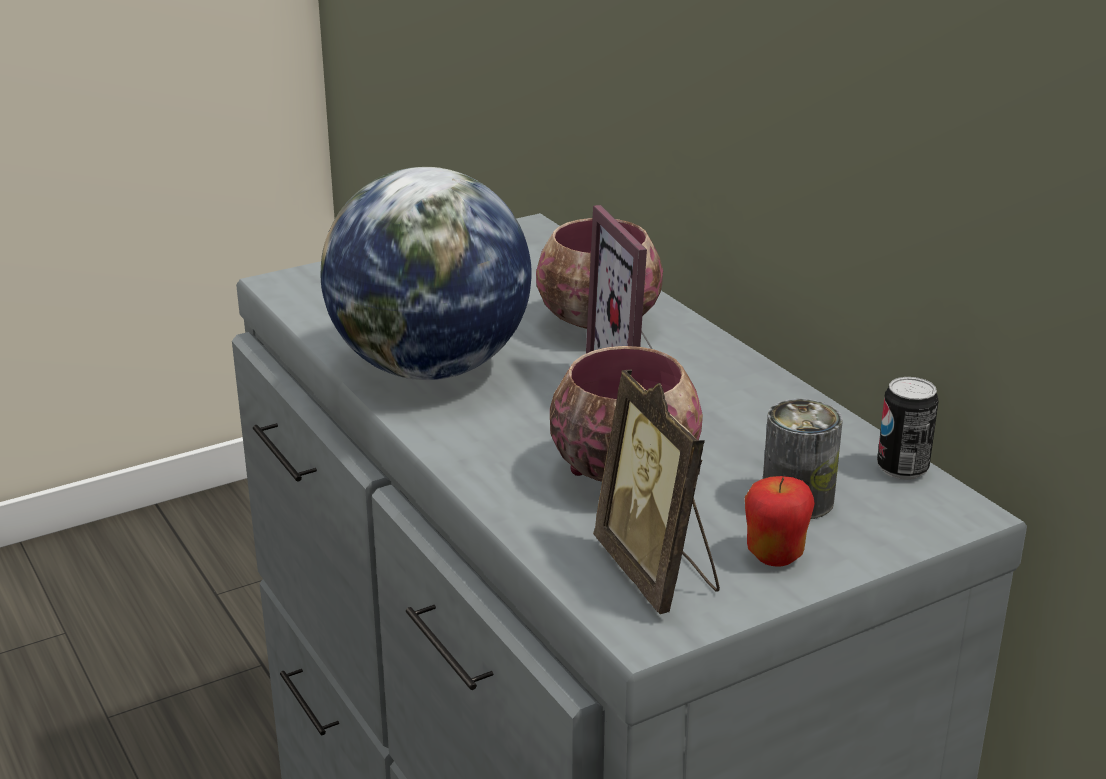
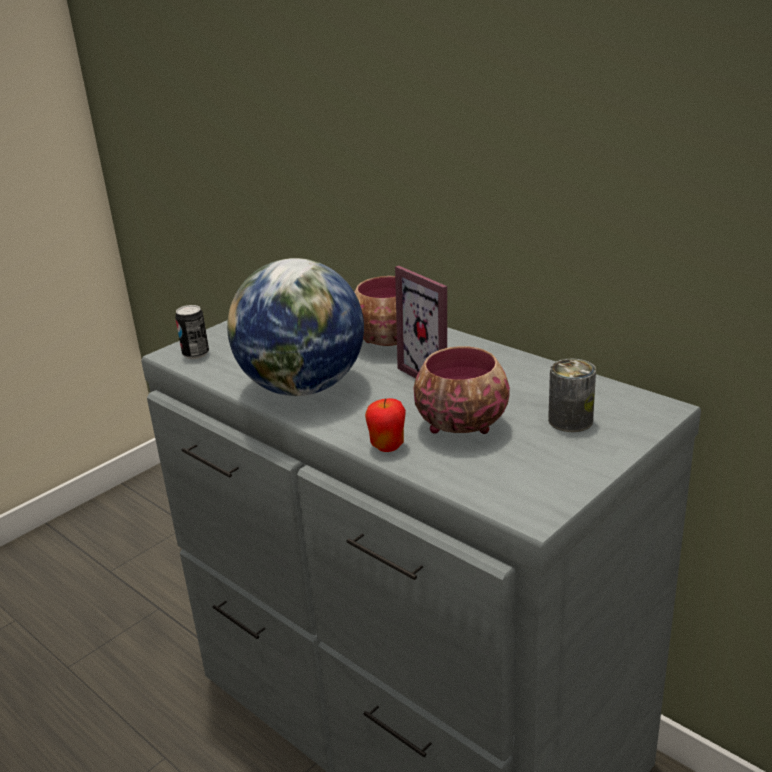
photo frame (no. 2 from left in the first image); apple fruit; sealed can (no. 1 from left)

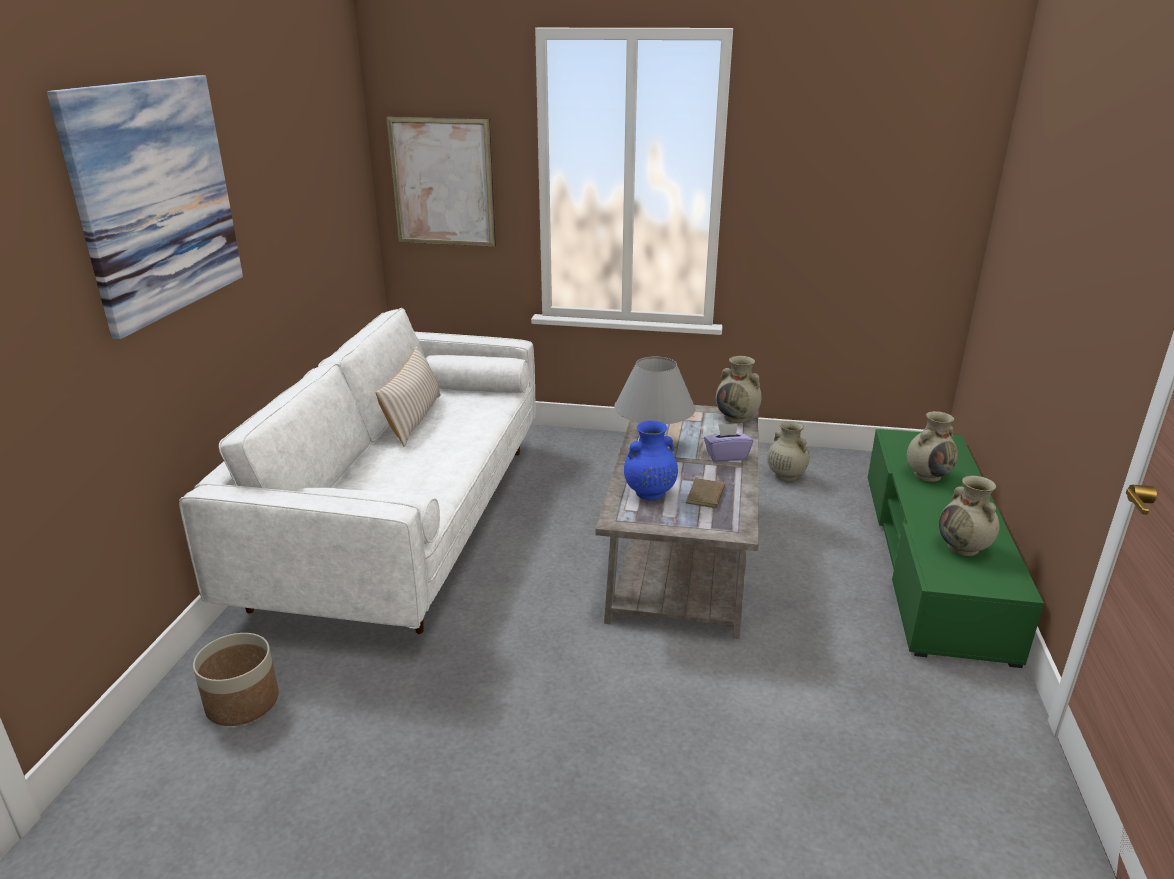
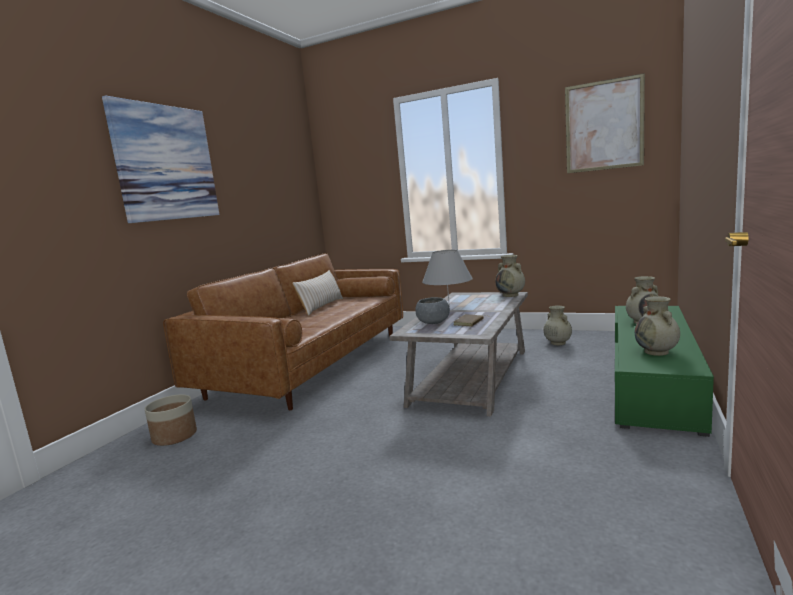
brown-coloured couch; wall picture (no. 2 from left); grey bowl; purplish tissue holder

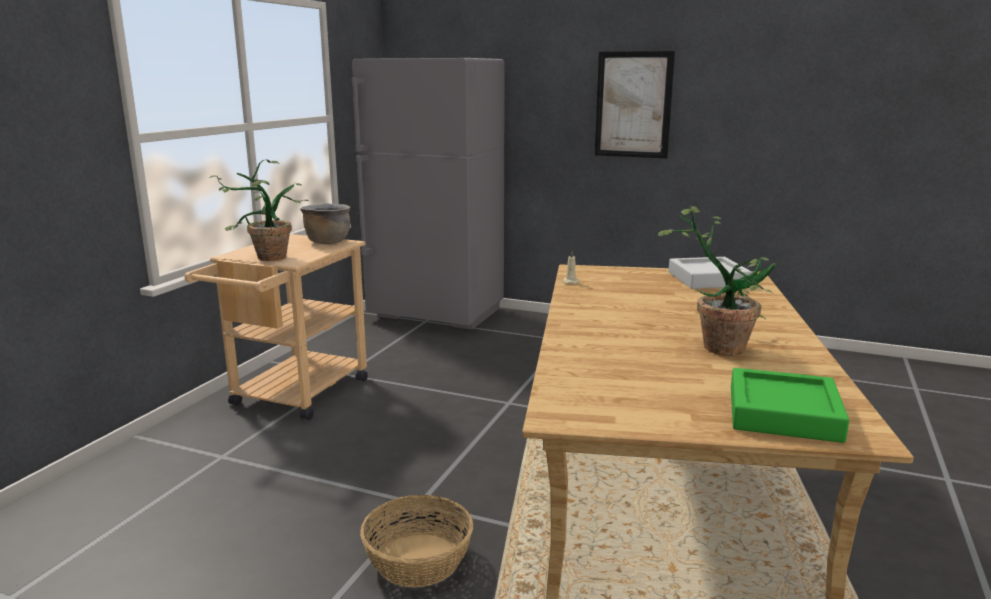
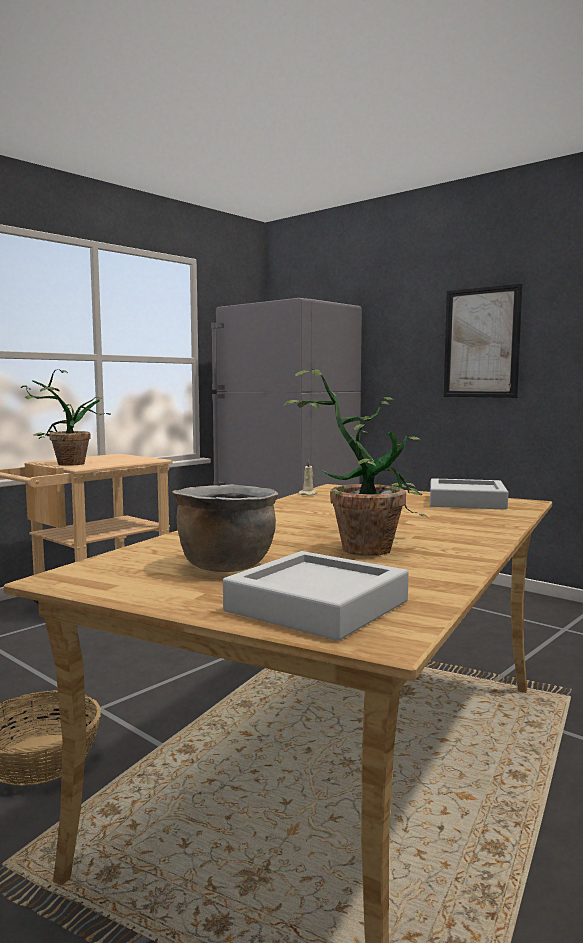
brown-coloured saucepot; grey tray (no. 1 from left)

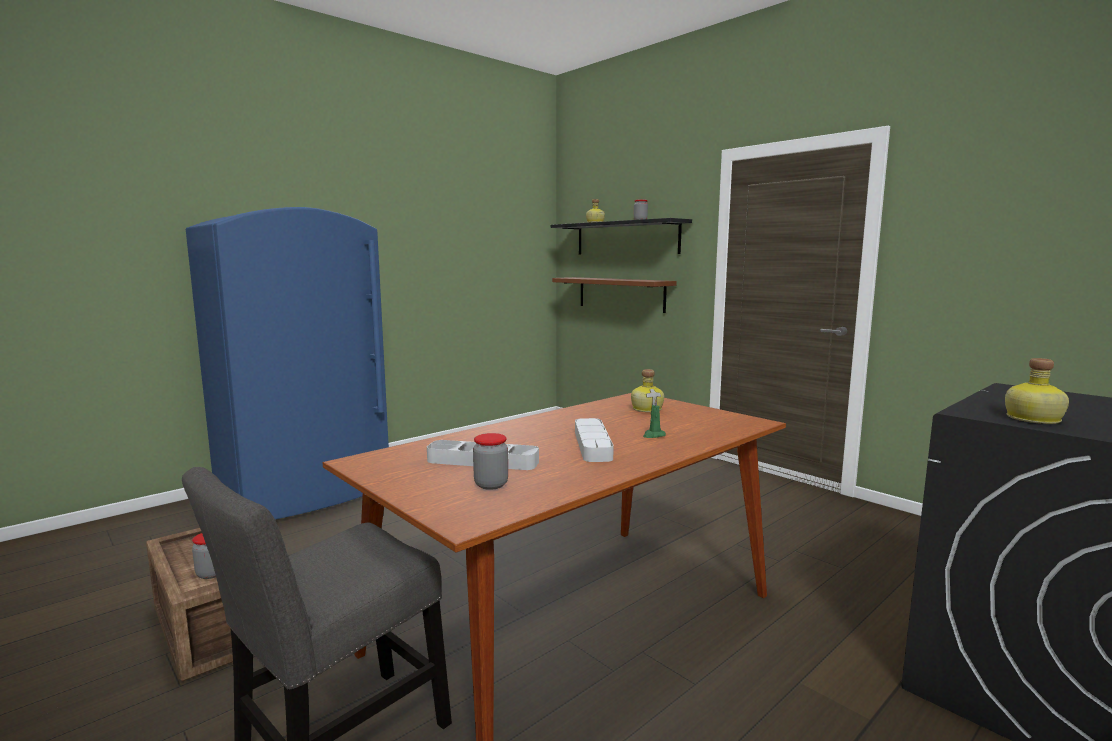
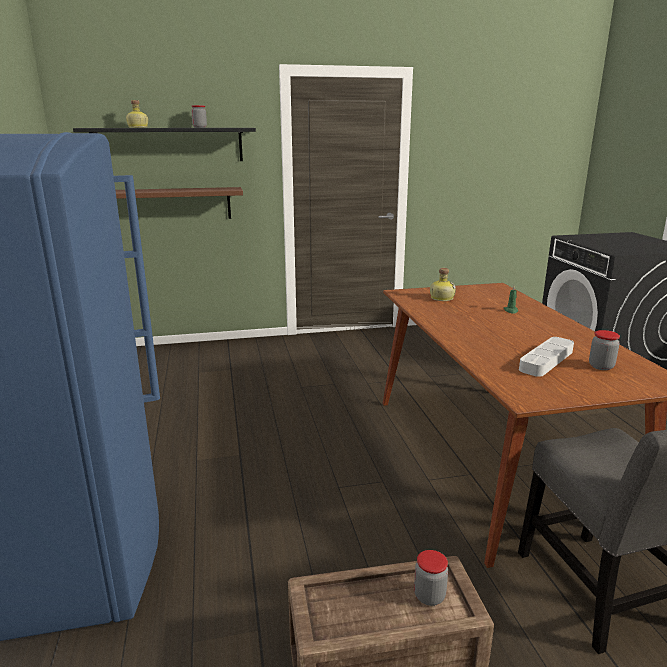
grey tray (no. 2 from left in the first image); bottle (no. 3 from left in the first image)

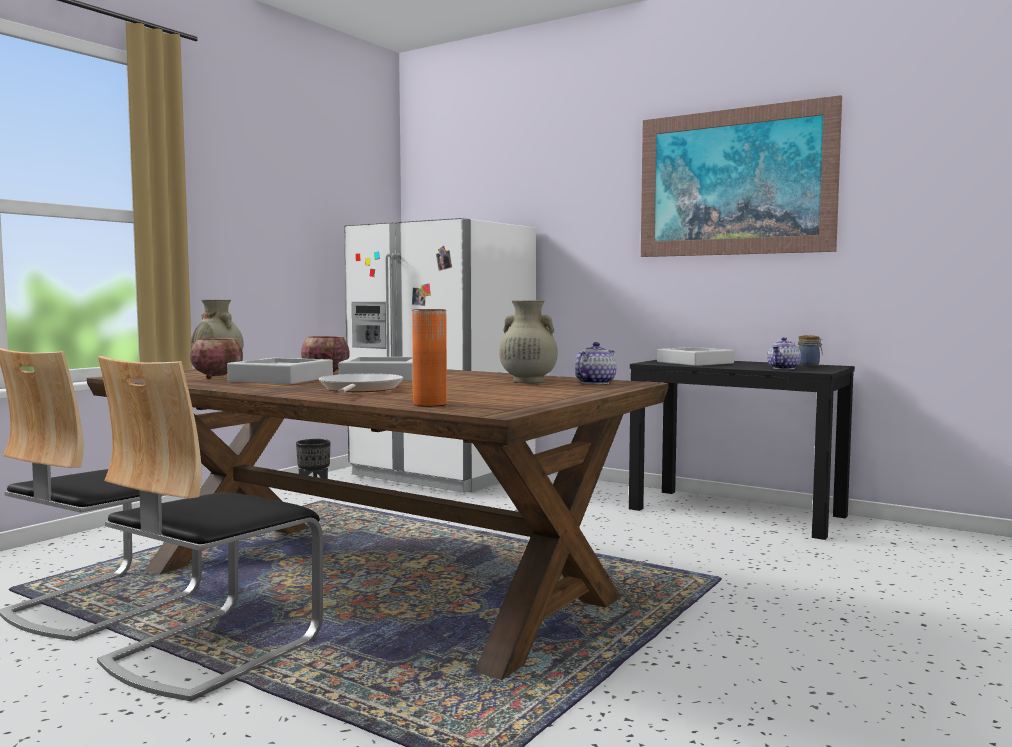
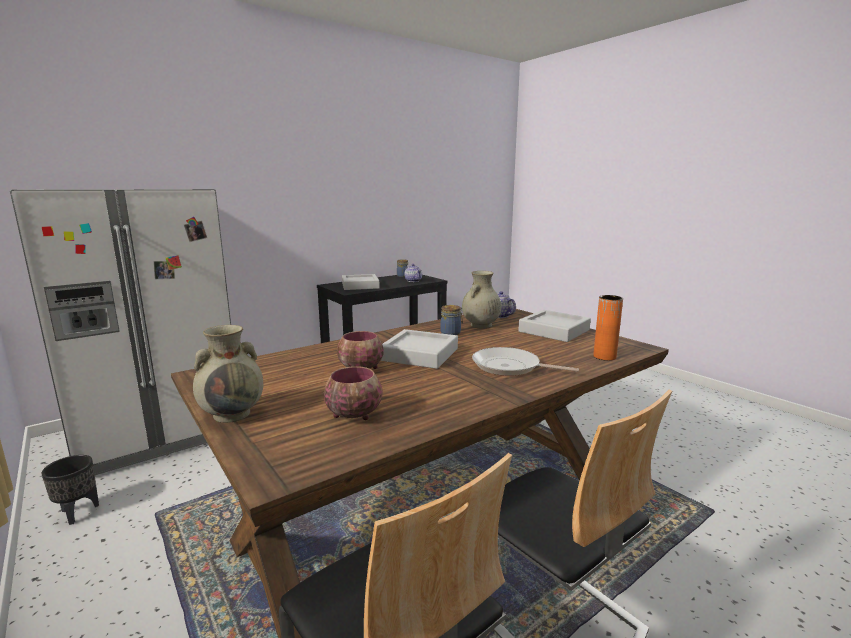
grey tray (no. 3 from left); wall picture; storage jar (no. 2 from left)

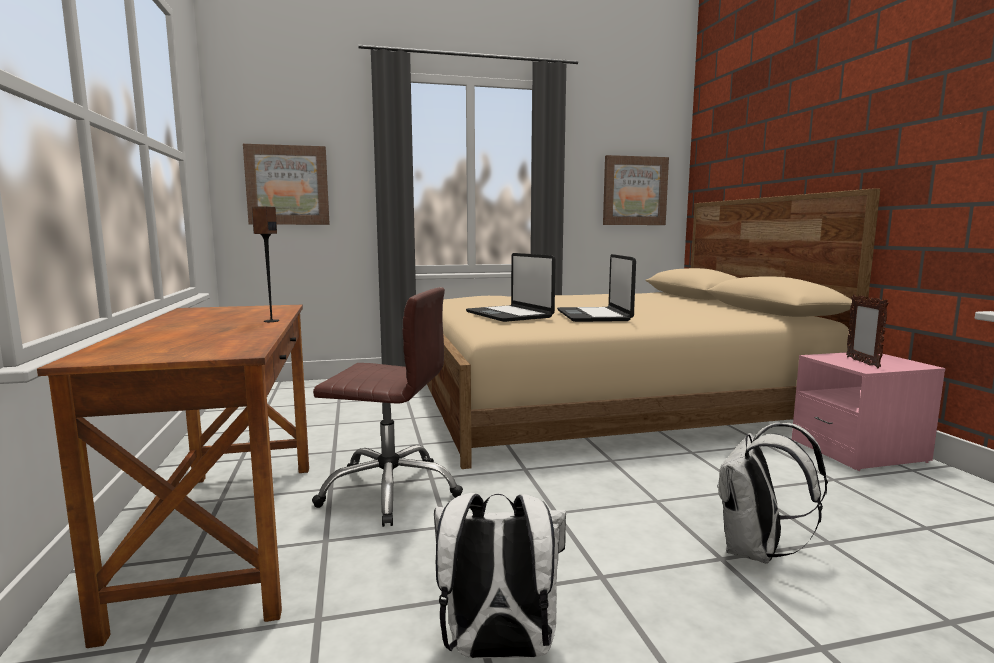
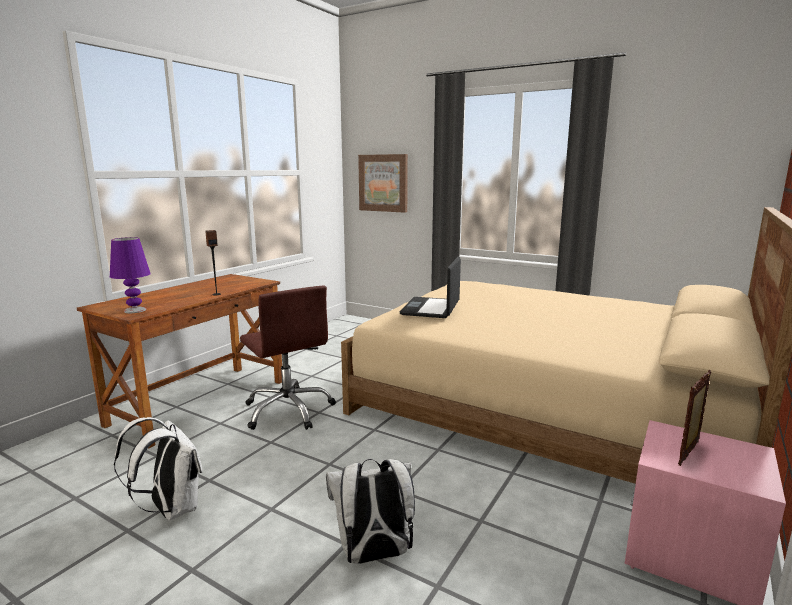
portable computer (no. 2 from left in the first image); wall picture (no. 2 from left in the first image); purplish tabletop lamp

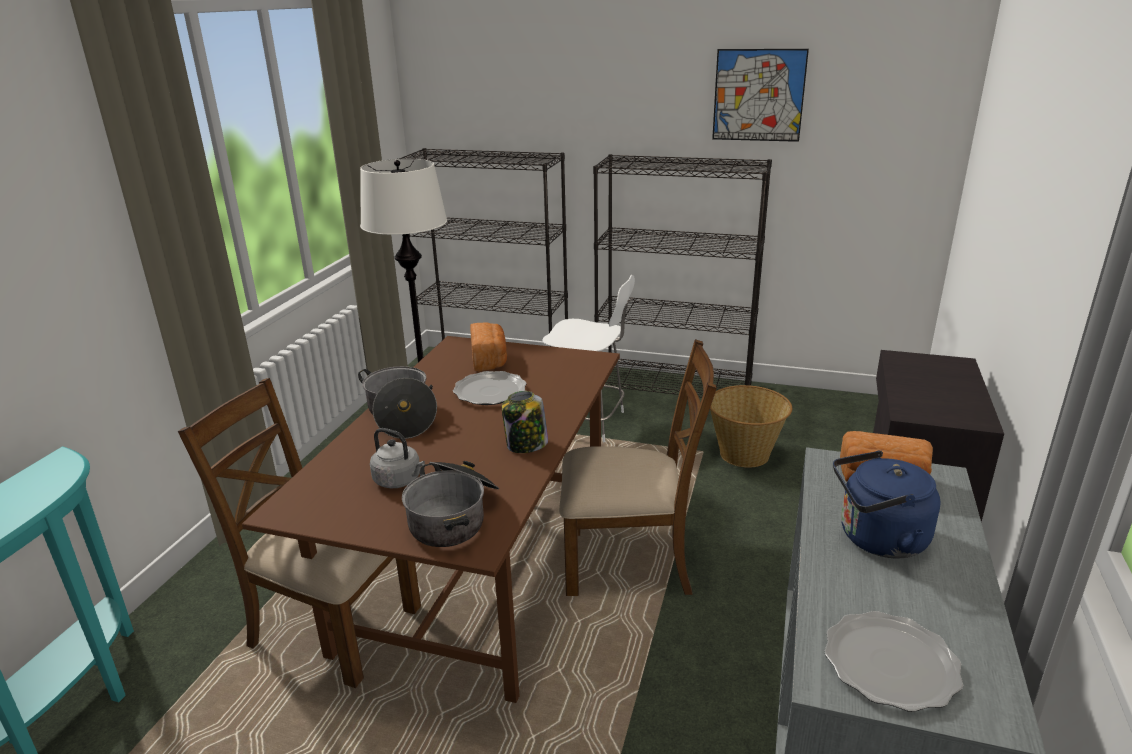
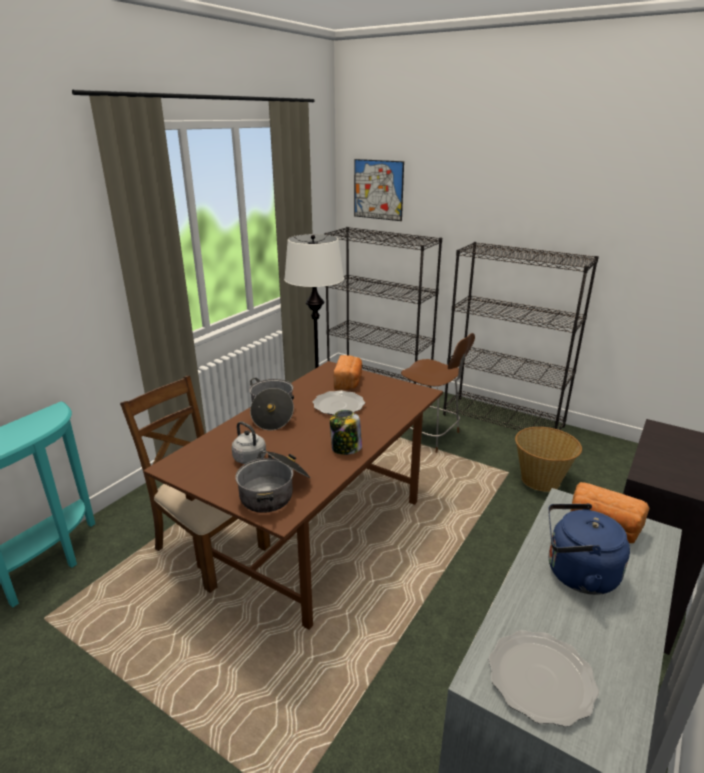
brown-coloured stool; brown-coloured chair (no. 2 from left in the first image); wall picture

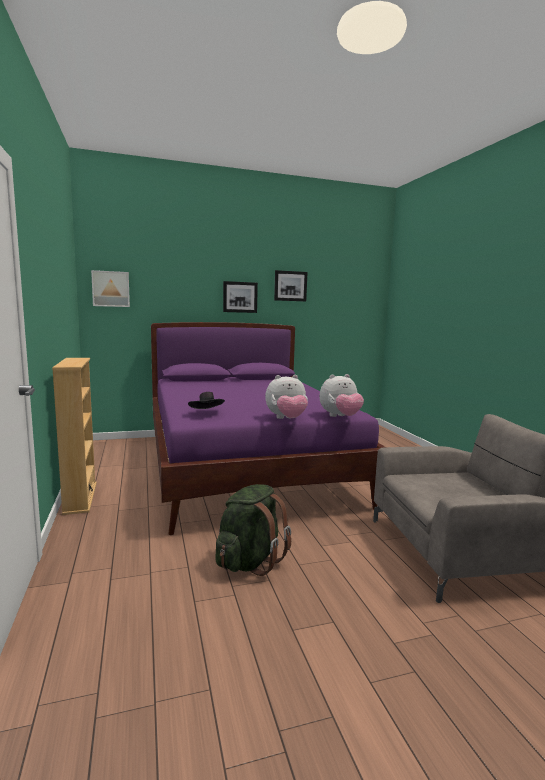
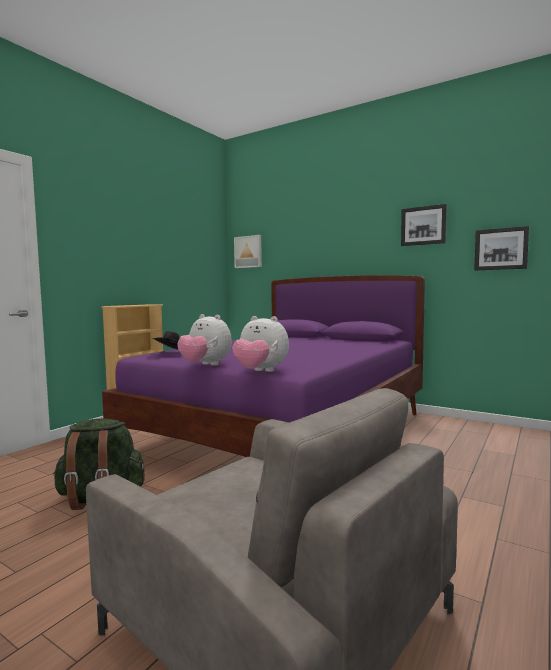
wall picture (no. 3 from left)

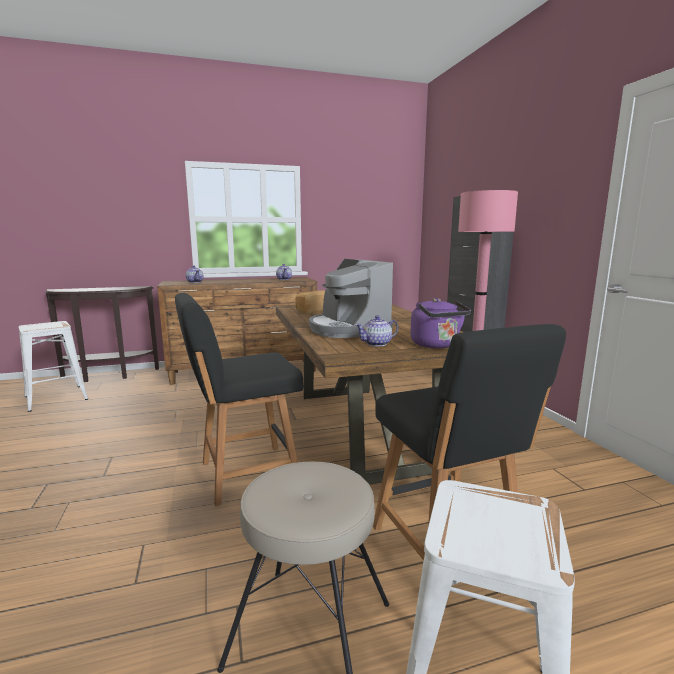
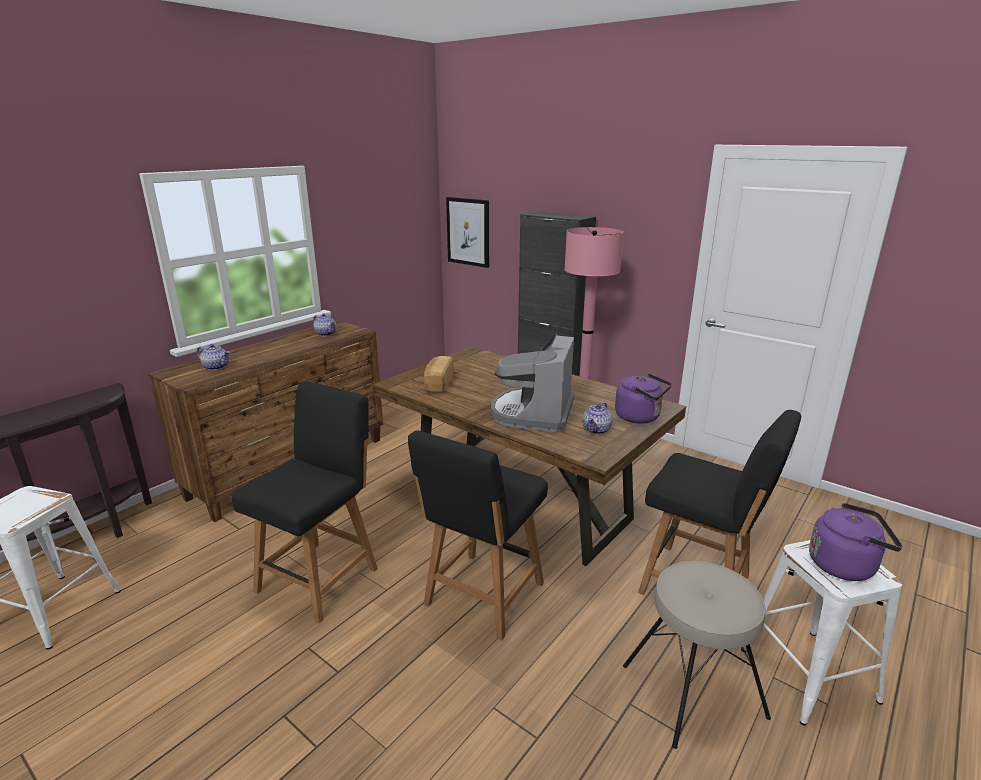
coffee maker; blackish chair (no. 1 from left); wall picture; purplish water kettle (no. 2 from left)

